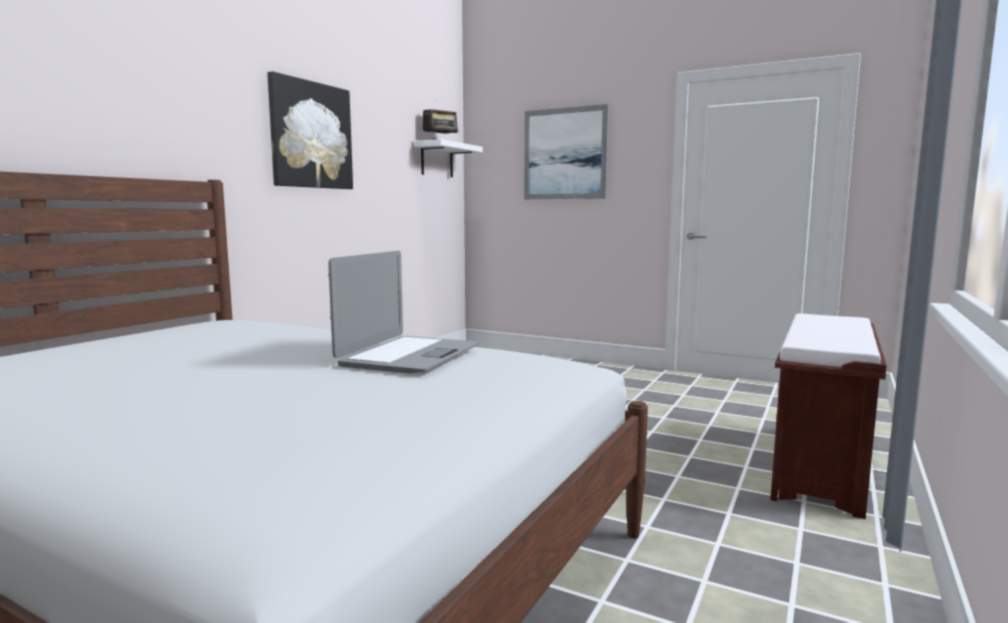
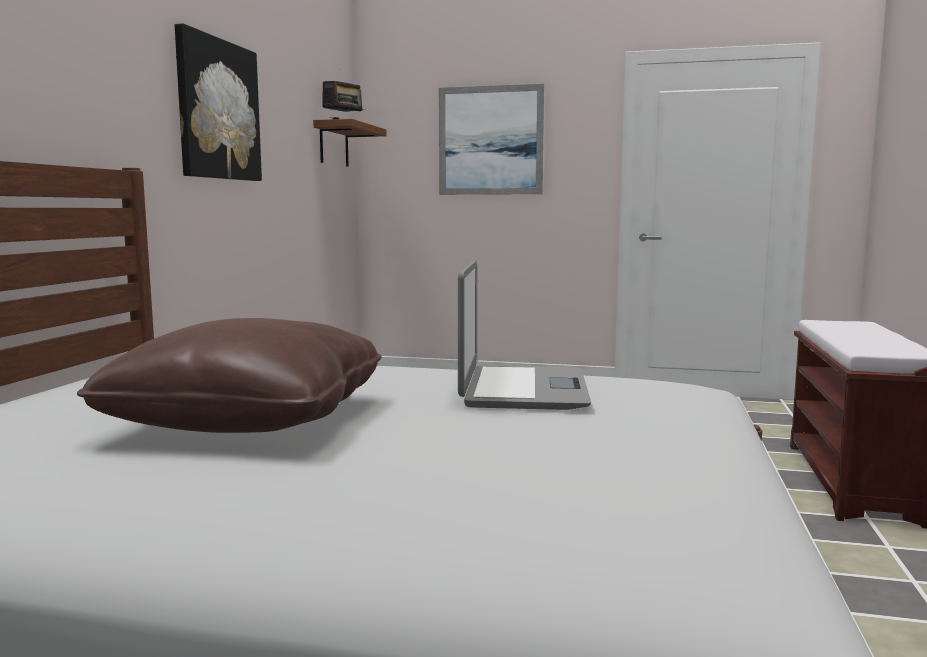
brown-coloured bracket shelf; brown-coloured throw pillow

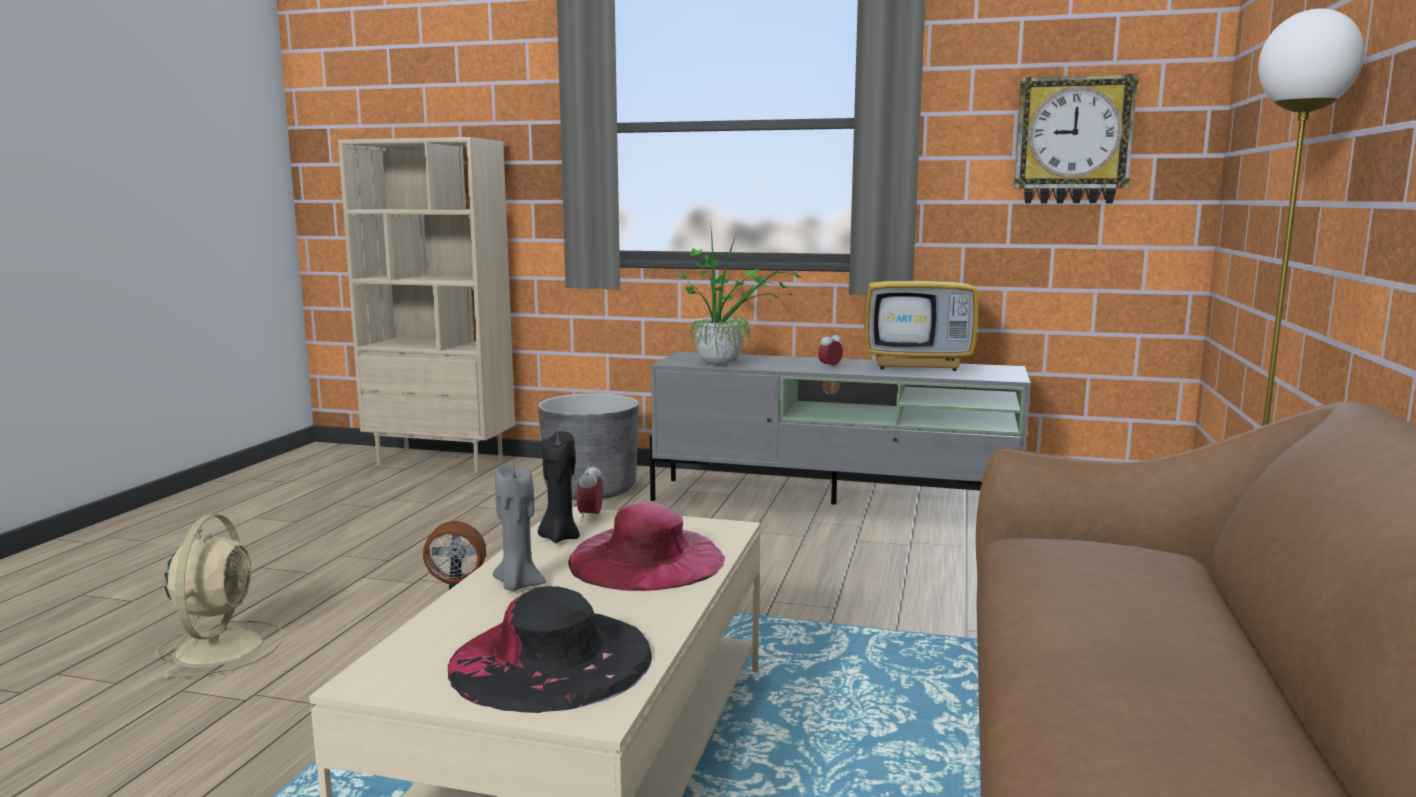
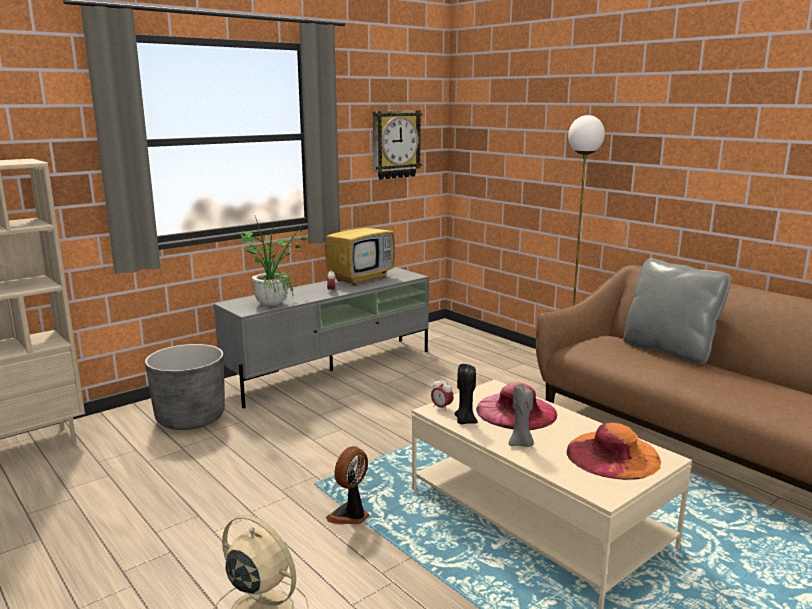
orange wearable hat; grey throw pillow

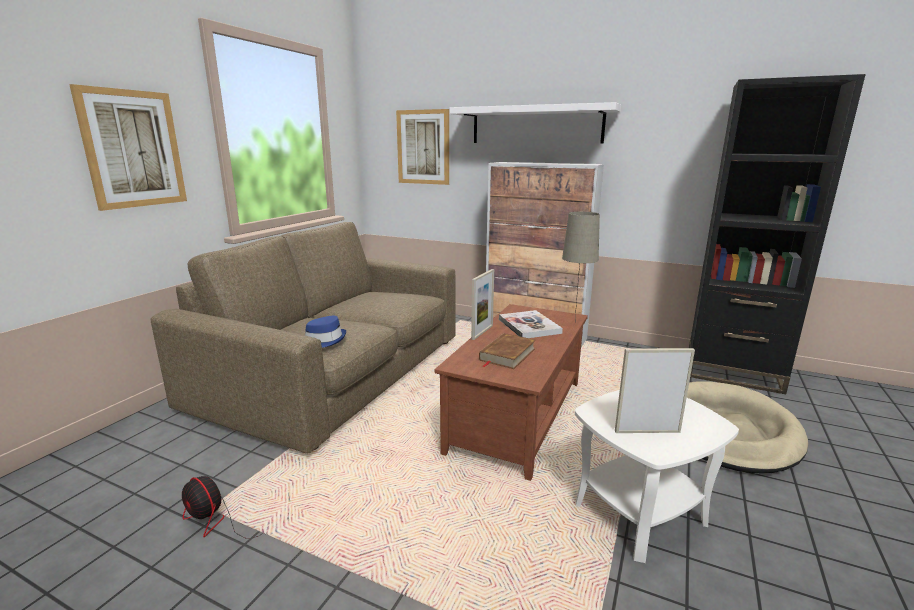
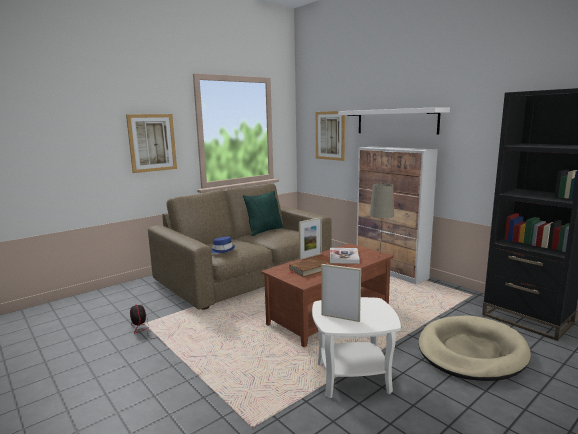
green throw pillow

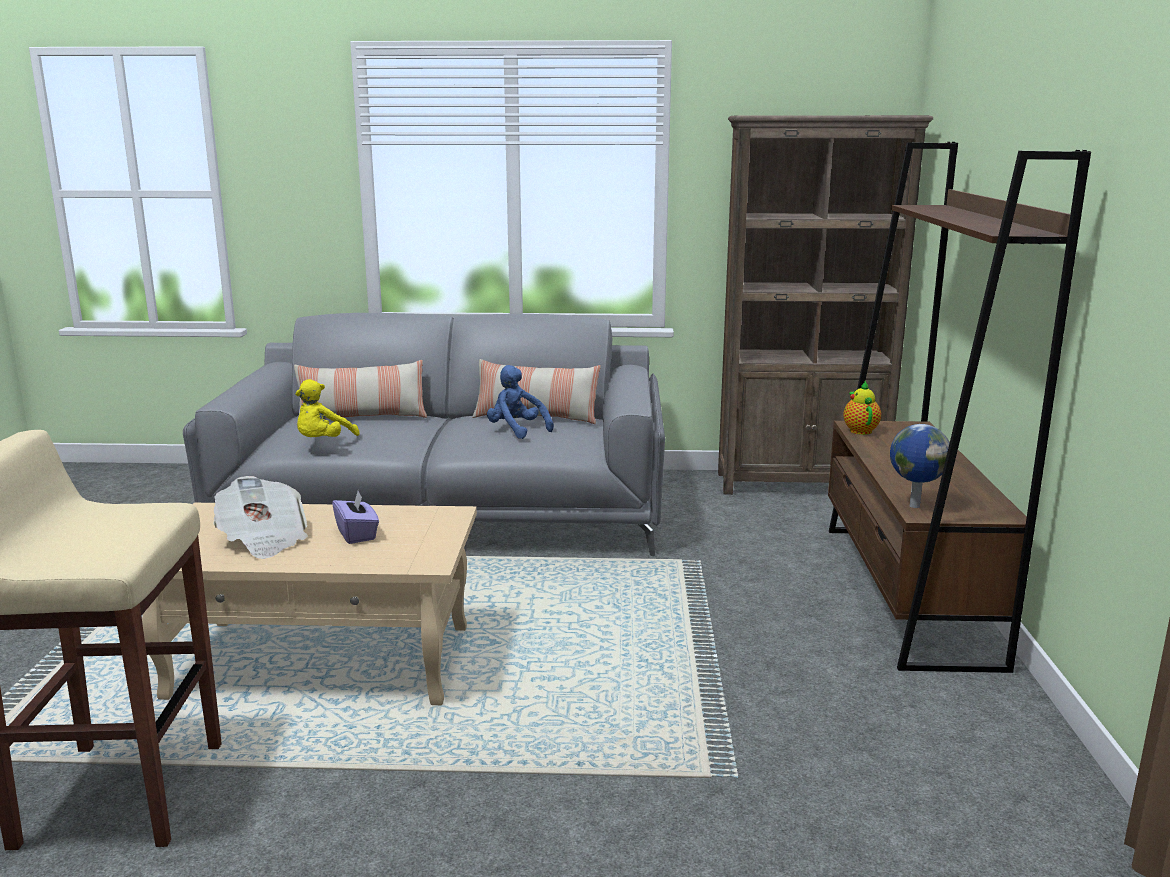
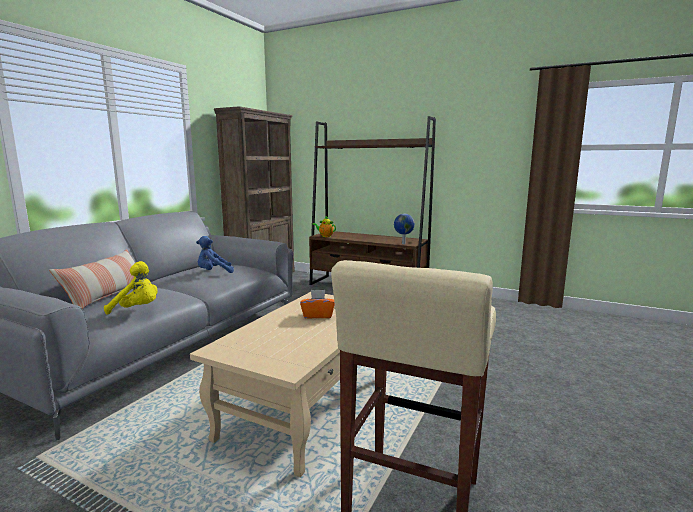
newspaper; yellow soft toy; orange tissue holder; throw pillow (no. 2 from left in the first image)

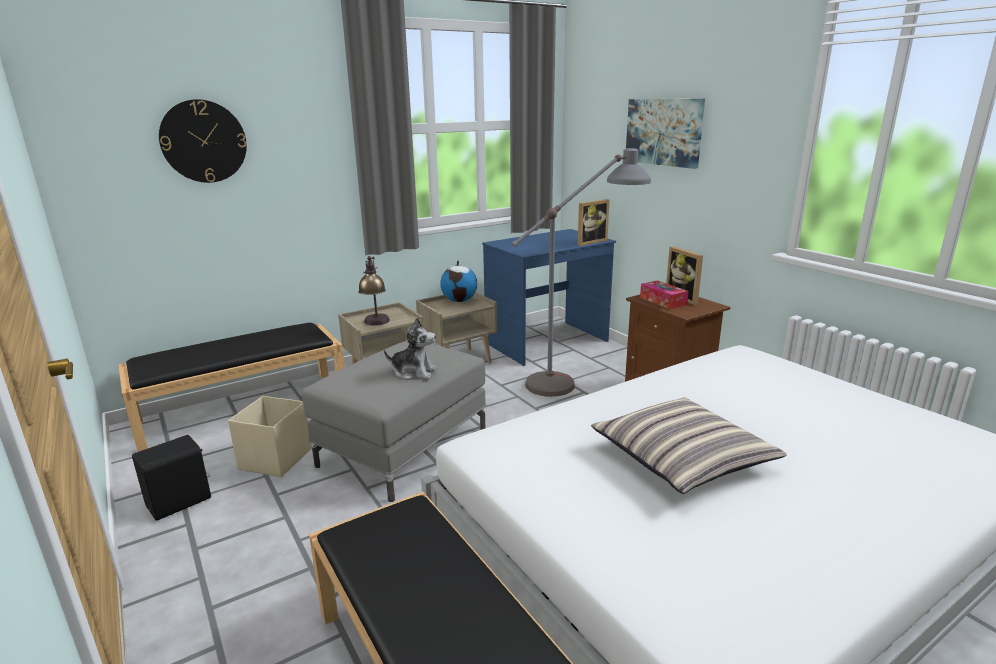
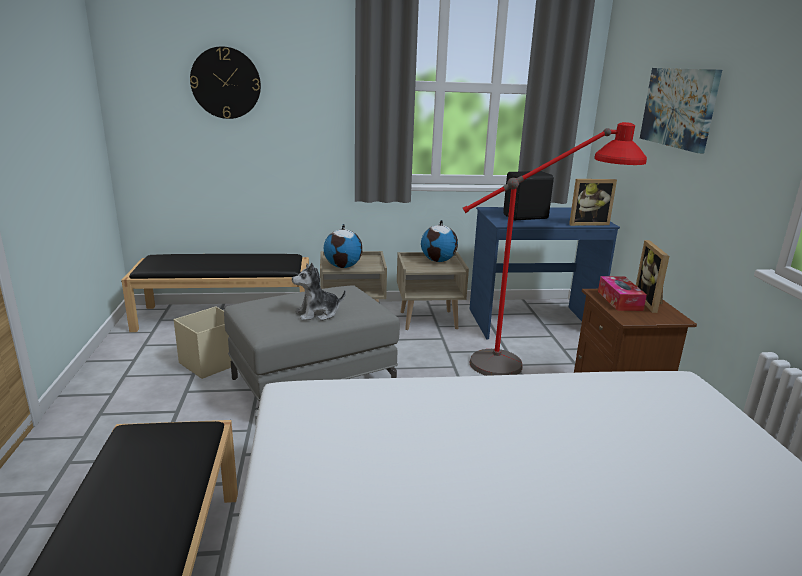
blackish audio speaker; desk globe (no. 1 from left); soft toy; reddish standard lamp; throw pillow

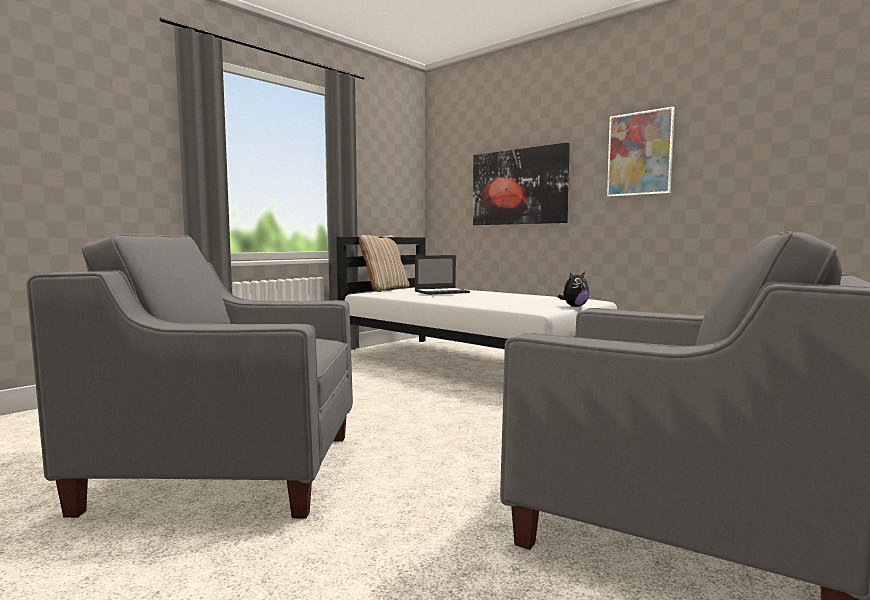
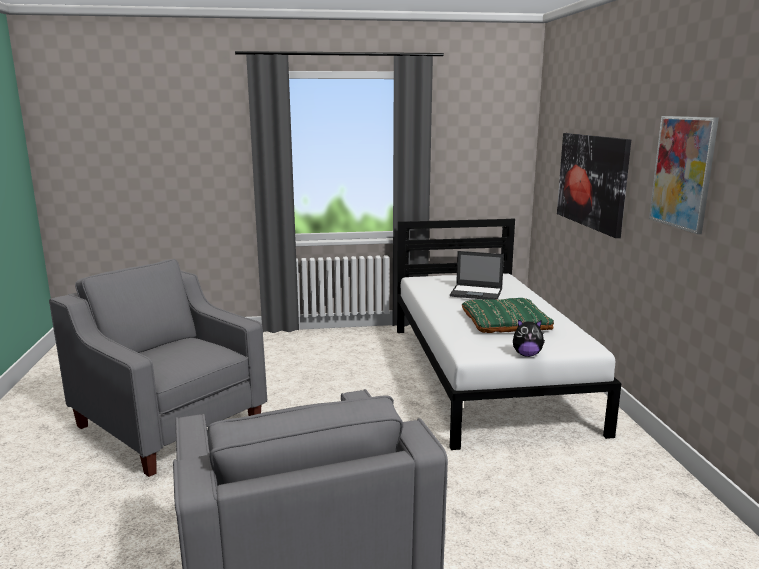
beige throw pillow; green throw pillow

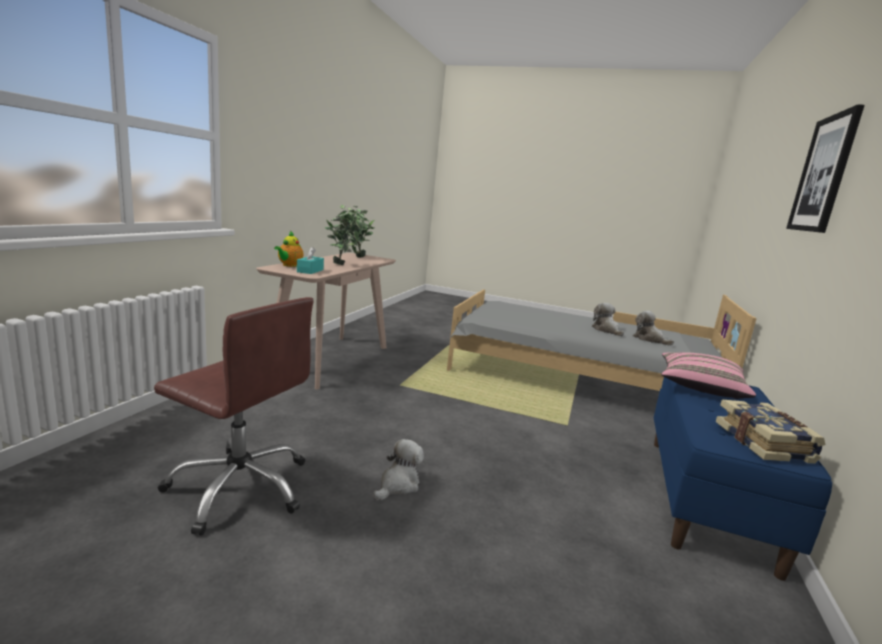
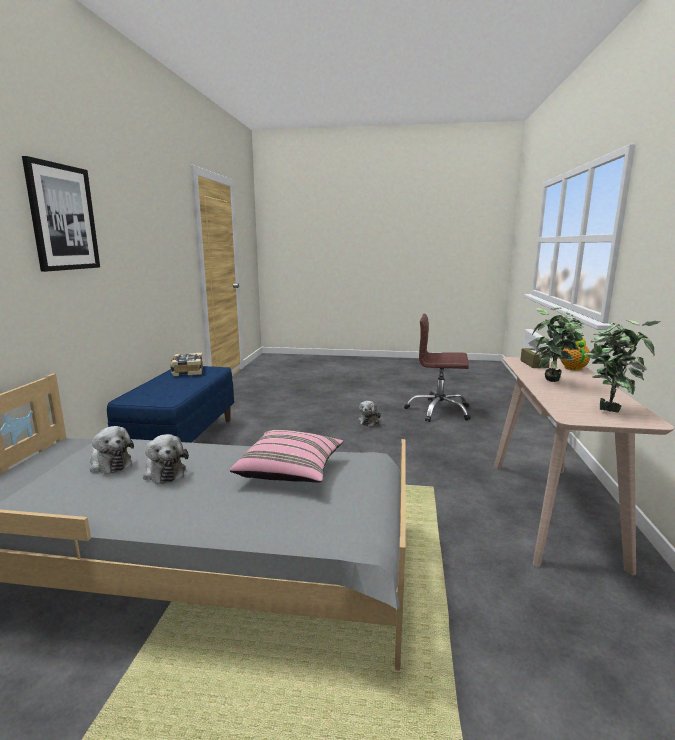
brown-coloured tissue holder; pink throw pillow

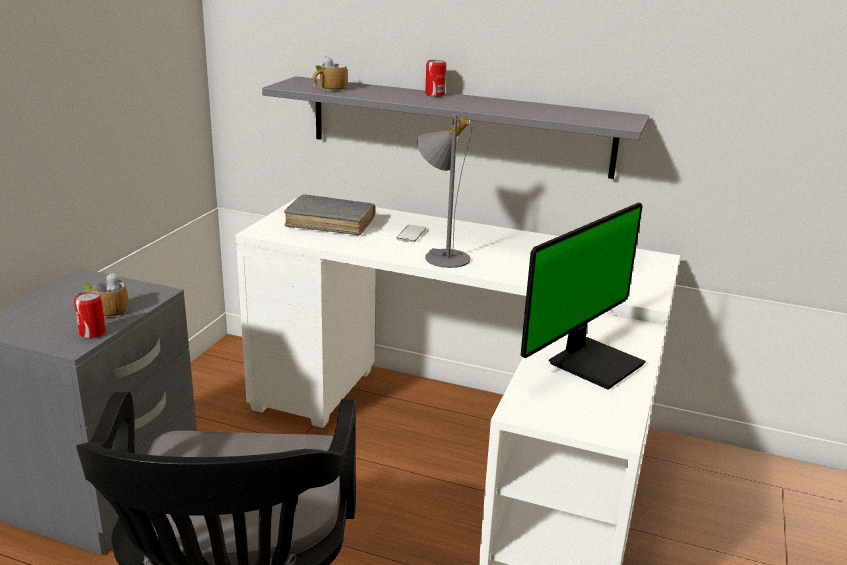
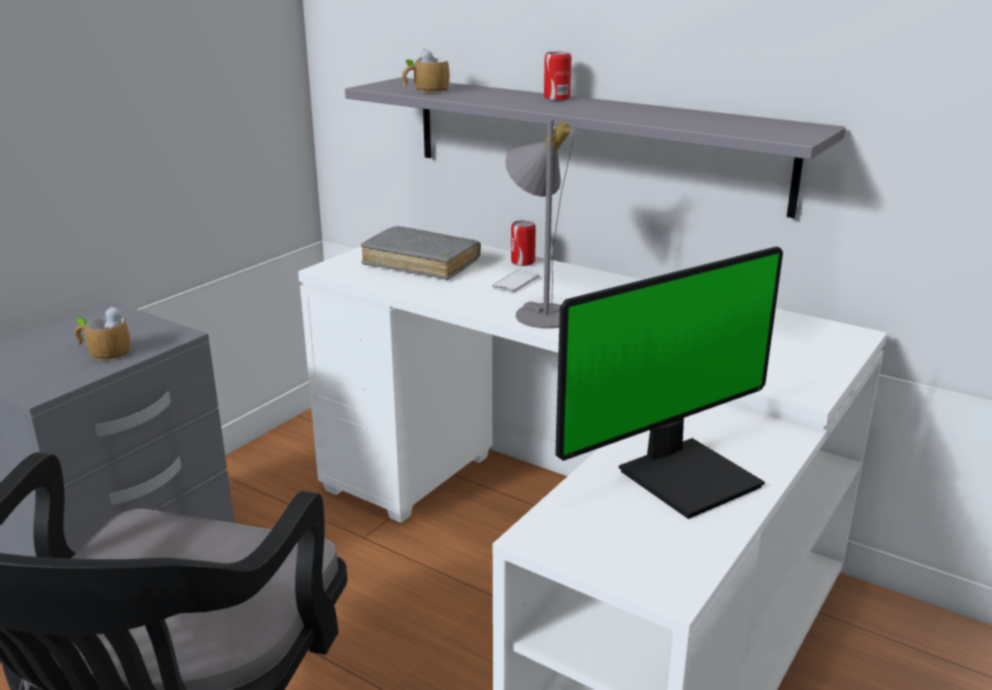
sealed can (no. 1 from left)

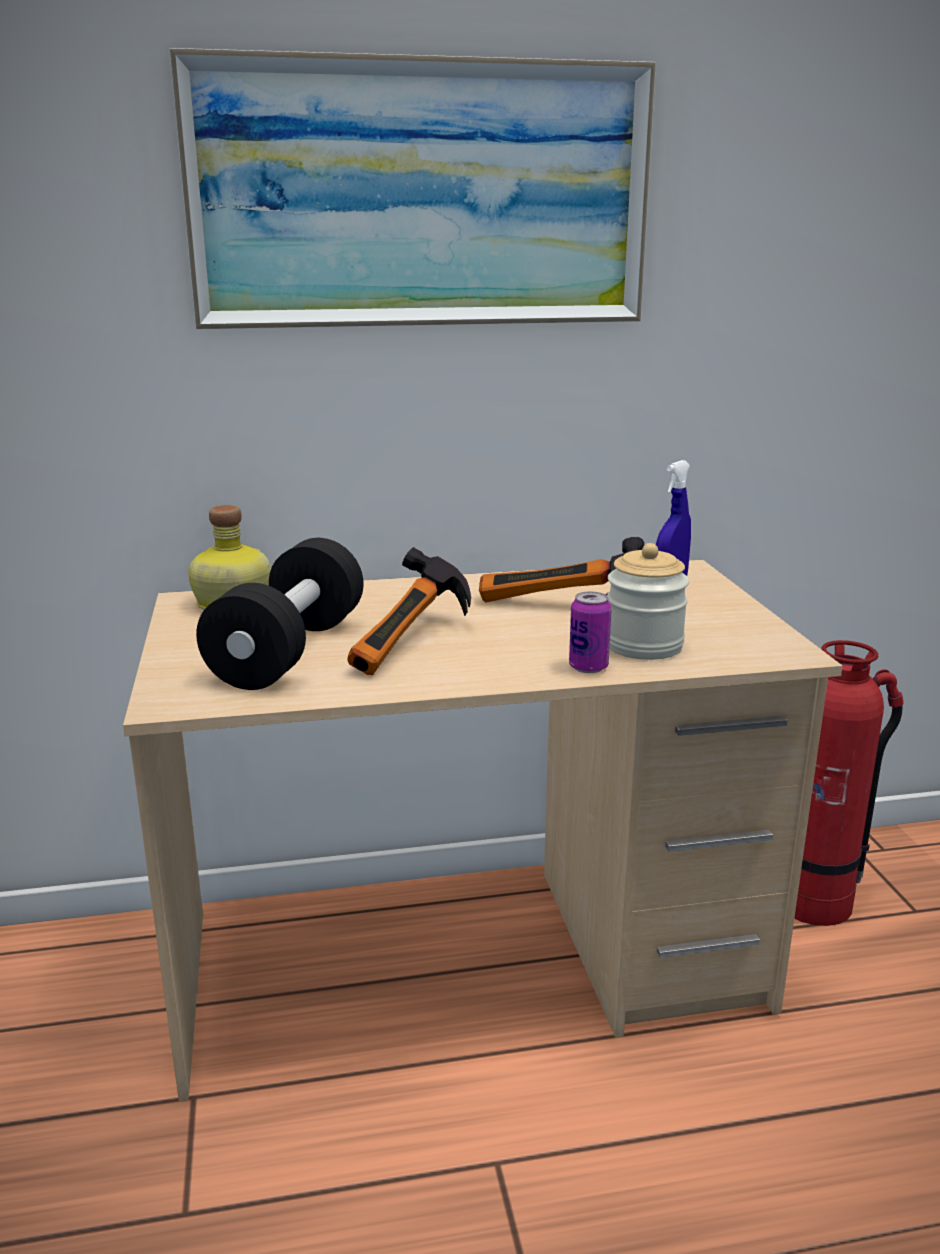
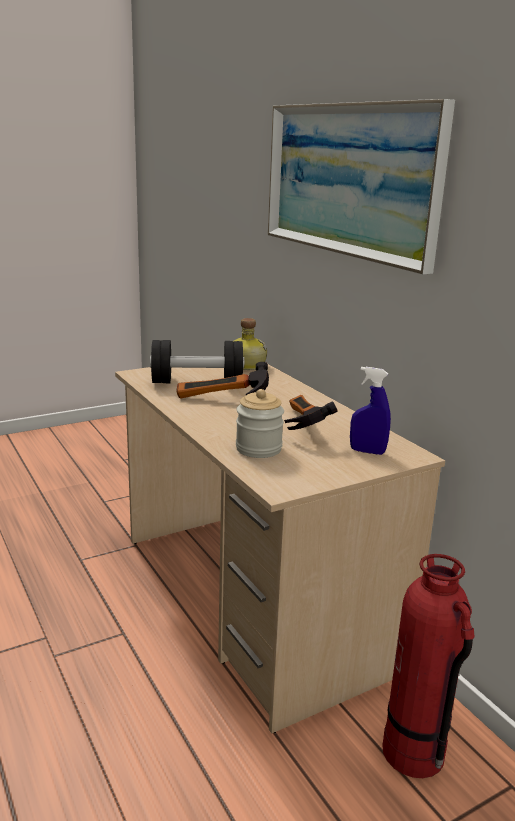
sealed can

